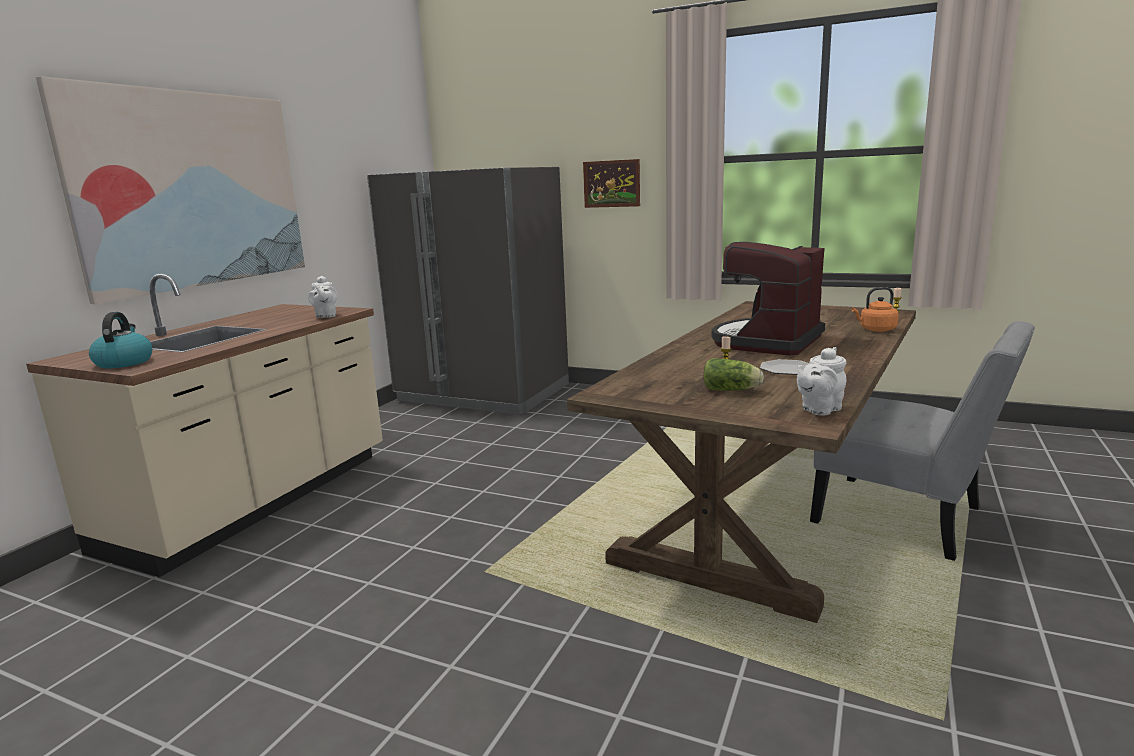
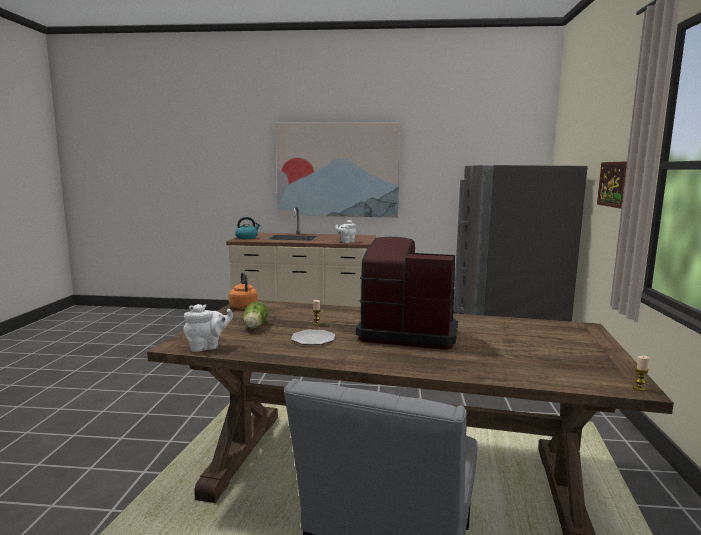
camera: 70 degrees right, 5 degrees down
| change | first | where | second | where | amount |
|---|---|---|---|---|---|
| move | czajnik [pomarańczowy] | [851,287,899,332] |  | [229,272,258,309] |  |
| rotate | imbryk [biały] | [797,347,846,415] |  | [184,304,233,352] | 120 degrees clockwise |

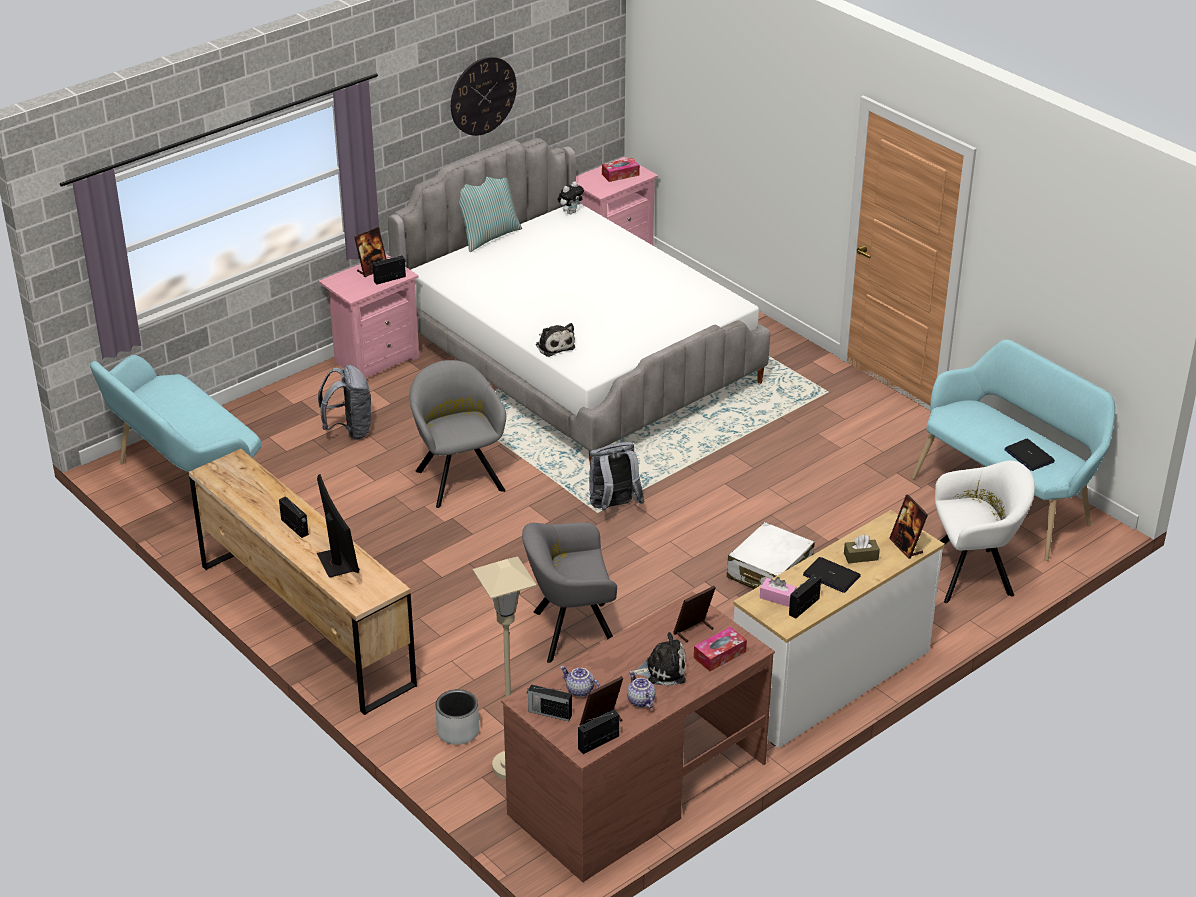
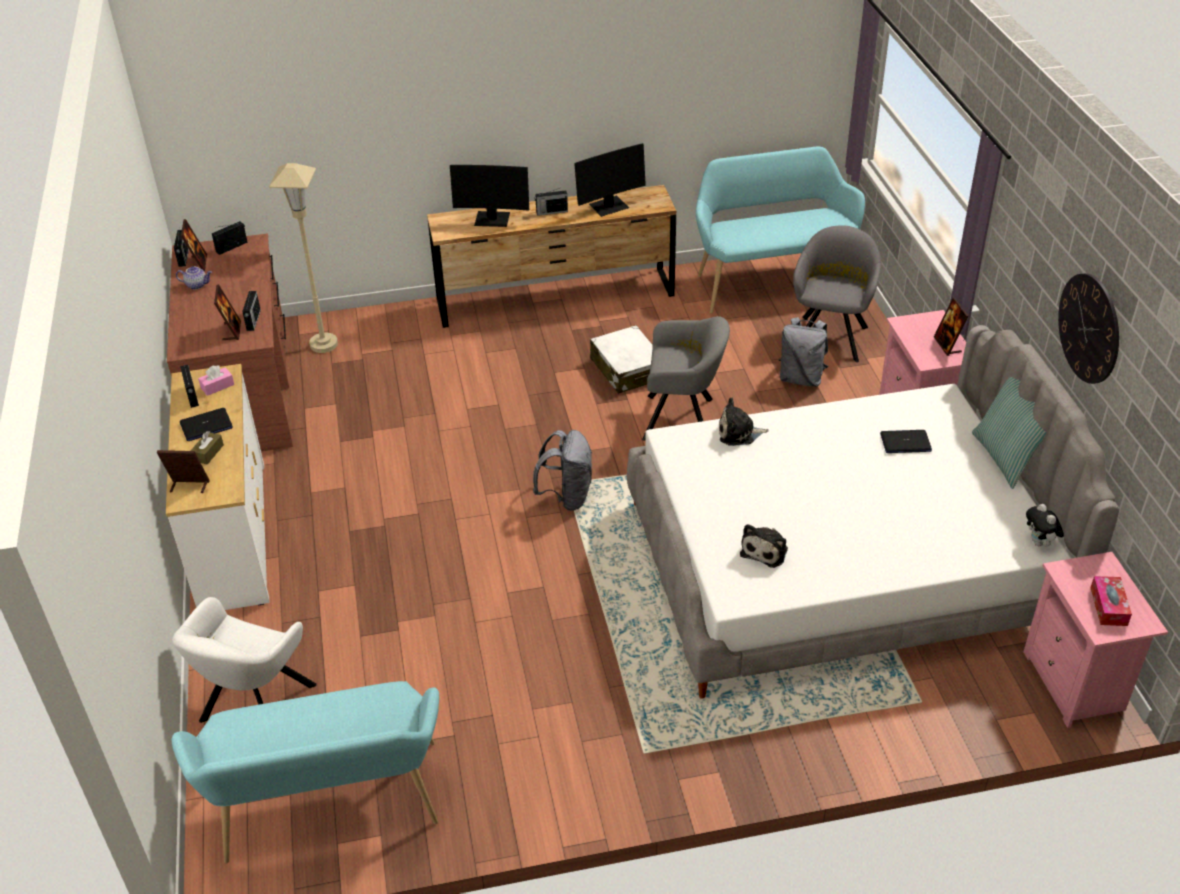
camera: 120 degrees right, 5 degrees up
| change | first | where | second | where | amount |
|---|---|---|---|---|---|
| move | radio | [373,255,406,285] |  | [242,290,261,331] |  |
| move | laptop | [1004,439,1055,471] |  | [880,430,932,453] |  |
| move | walizka [biały] | [727,522,815,589] |  | [590,325,653,394] |  |
| move | fotel [szary] | [522,523,617,663] |  | [793,225,881,362] |  |
| delete | pudełko chusteczek | [694,627,747,671] |  |  |  |
| move | pluszak | [629,632,686,686] |  | [740,524,788,568] |  |
| delete | imbryk | [560,666,600,697] |  |  |  |
| delete | donica [szary] | [435,689,480,745] |  |  |  |
| insert |  |  | monitor | [575,143,646,217] |  |

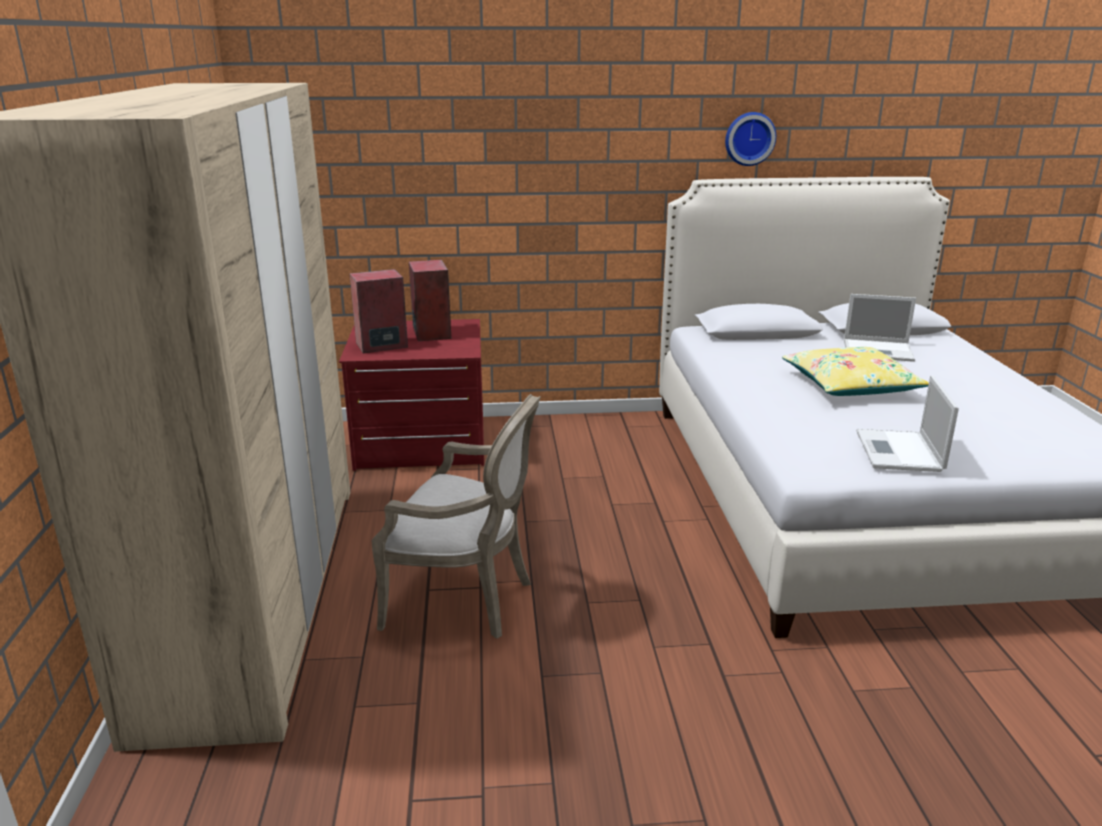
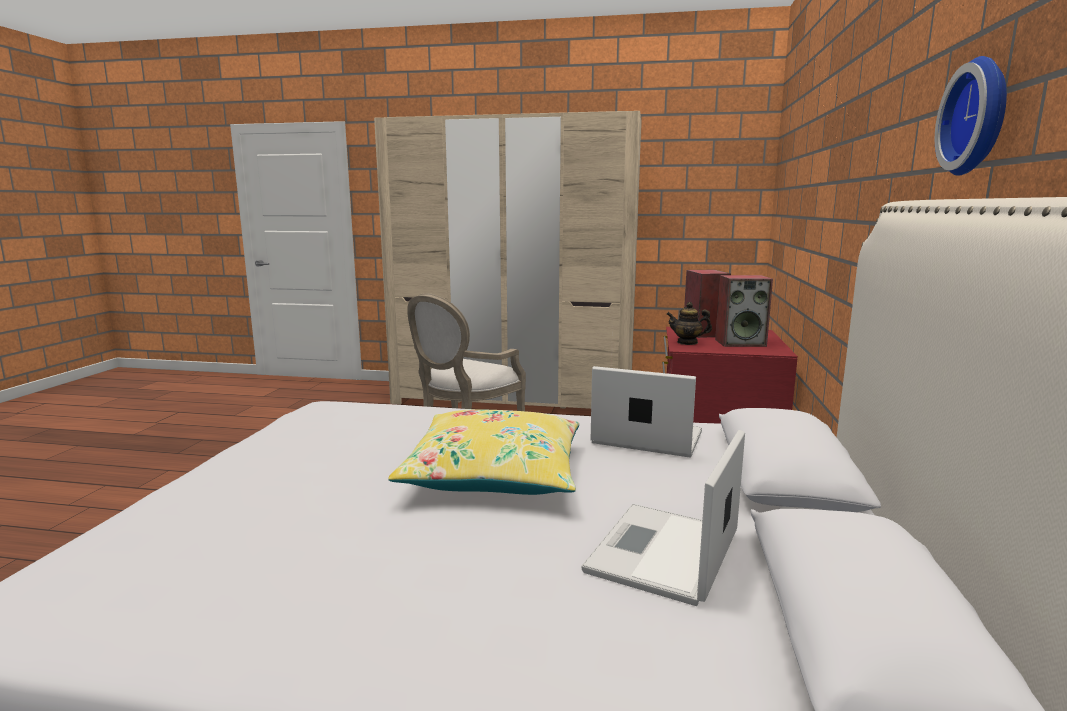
camera: 105 degrees right, 10 degrees down
| change | first | where | second | where | amount |
|---|---|---|---|---|---|
| move | laptop | [856,375,959,472] |  | [591,366,702,458] |  |
| insert |  |  | imbryk | [666,302,712,345] |  |

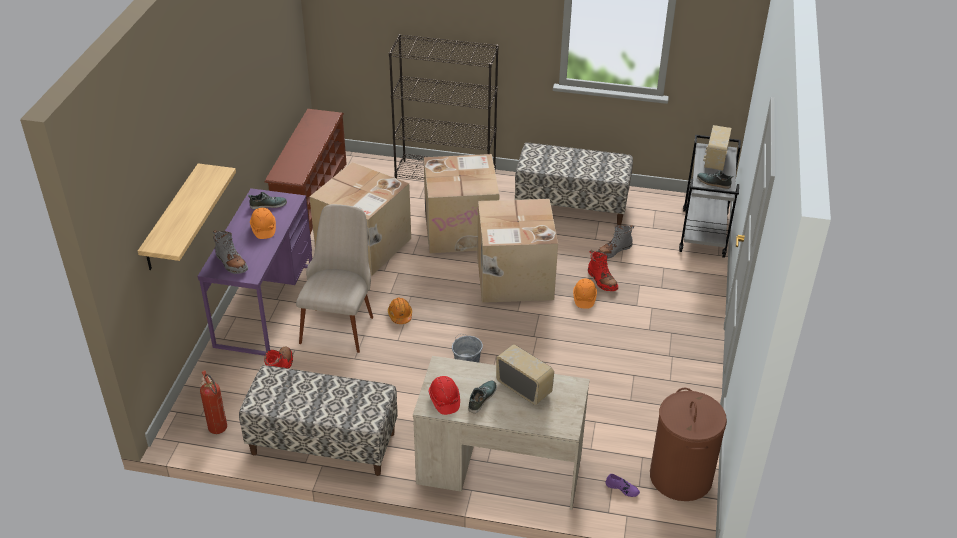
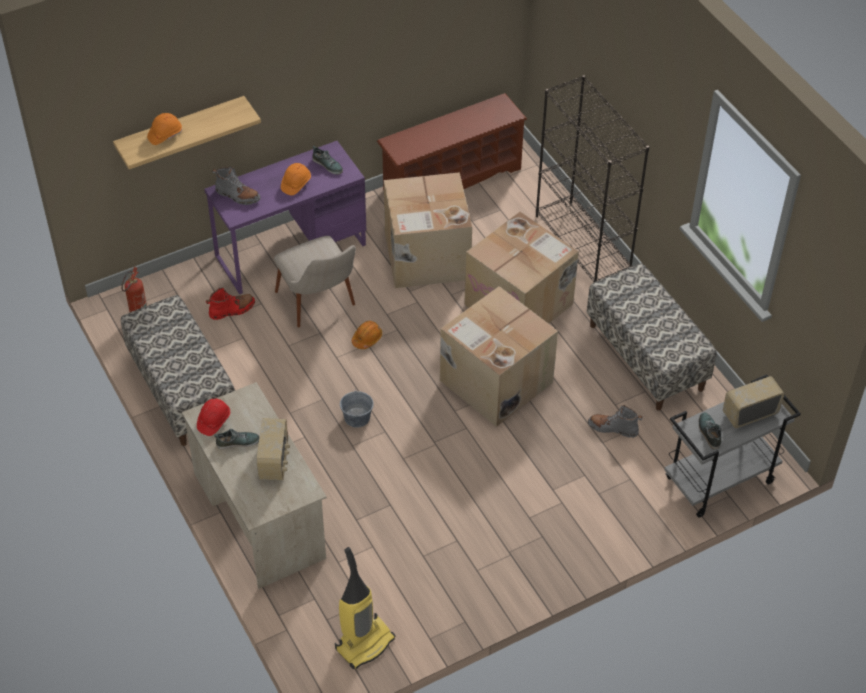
camera: 50 degrees right, 10 degrees up
| change | first | where | second | where | amount |
|---|---|---|---|---|---|
| rotate | krzesło [beżowy] | [296,204,373,353] |  | [274,236,356,327] | 90 degrees clockwise |
| rotate | but z cholewką [szary] | [213,230,248,274] |  | [212,167,261,205] | 75 degrees counterclockwise |
| delete | but z cholewką [czerwony] | [588,250,618,291] |  |  |  |
| move | kask [pomarańczowy] | [573,279,597,309] |  | [147,113,182,145] |  |
| replace | kosz na pranie [brązowy] | [650,387,727,501] | odkurzacz | [335,547,396,669] |  |
| delete | but [fioletowy] | [605,474,640,497] |  |  |  |

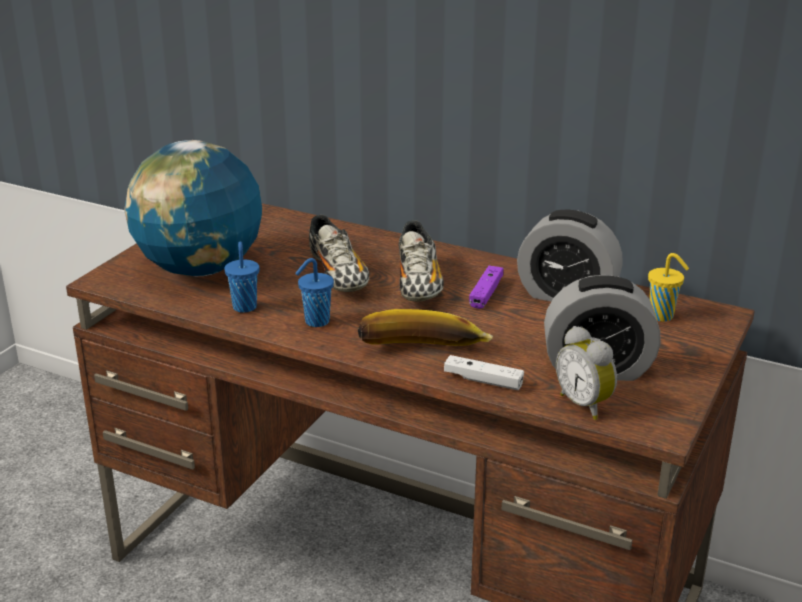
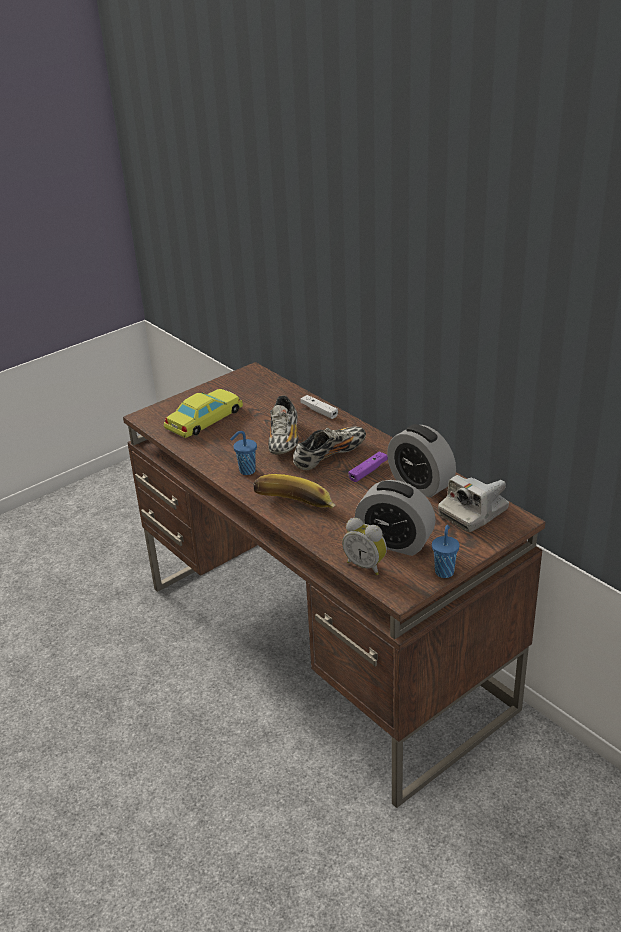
camera: 25 degrees right, 5 degrees up
| change | first | where | second | where | amount |
|---|---|---|---|---|---|
| replace | globus | [124,140,262,276] | samochodzik [żółty] | [164,389,243,438] |  |
| rotate | but | [398,220,444,302] |  | [293,426,366,470] | 150 degrees counterclockwise |
| move | filiżanka [niebieski] | [224,241,259,313] |  | [432,525,459,578] |  |
| replace | filiżanka [żółty] | [648,253,689,322] | aparat fotograficzny | [438,475,509,532] |  |
| rotate | budzik | [556,326,617,420] |  | [342,518,387,575] | 45 degrees counterclockwise |
| move | pad do gier [biały] | [444,355,524,390] |  | [300,395,338,419] |  |

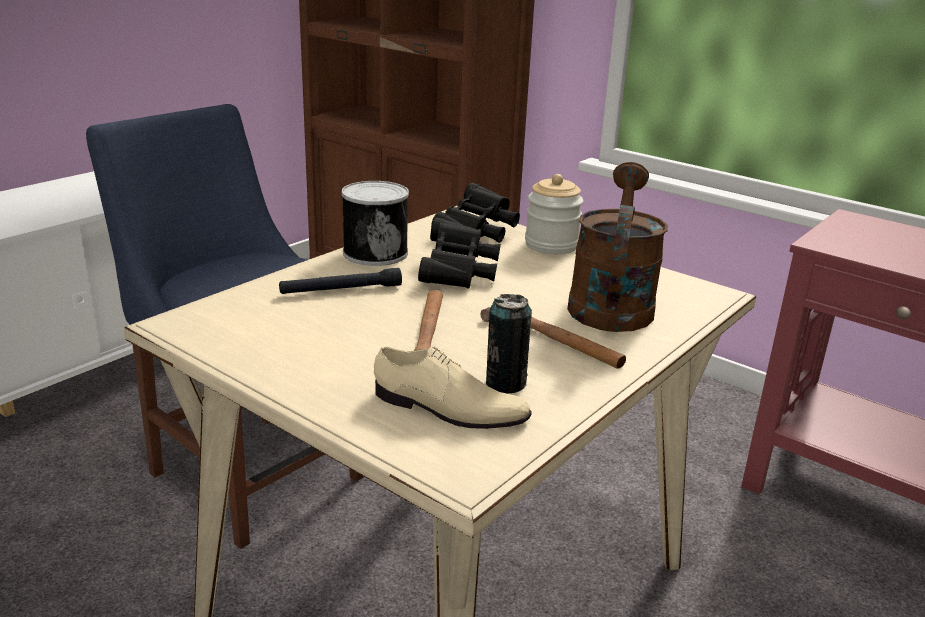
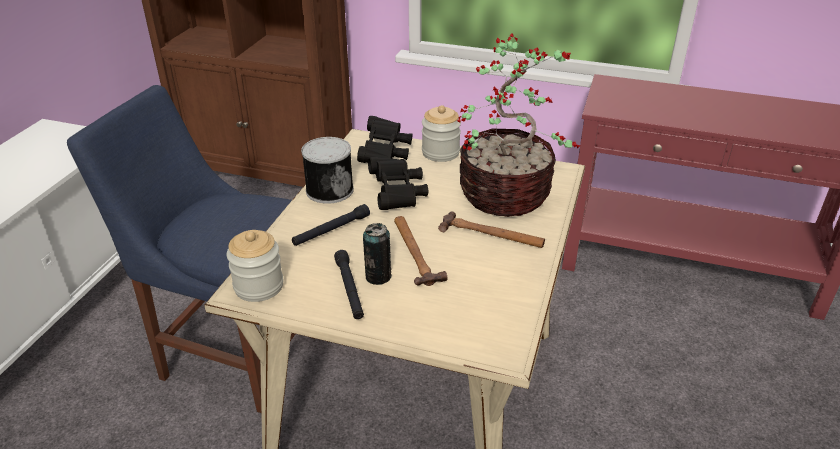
camera: 20 degrees left, 10 degrees up
| change | first | where | second | where | amount |
|---|---|---|---|---|---|
| replace | konewka [brązowy] | [567,162,668,332] | roślina doniczkowa | [457,33,581,217] |  |
| move | puszka | [486,294,532,394] |  | [363,223,392,285] |  |
| delete | but [beżowy] | [374,347,532,429] |  |  |  |
| insert |  |  | słoik | [227,230,283,302] |  |
| insert |  |  | latarka [czarny] | [334,250,364,319] |  |

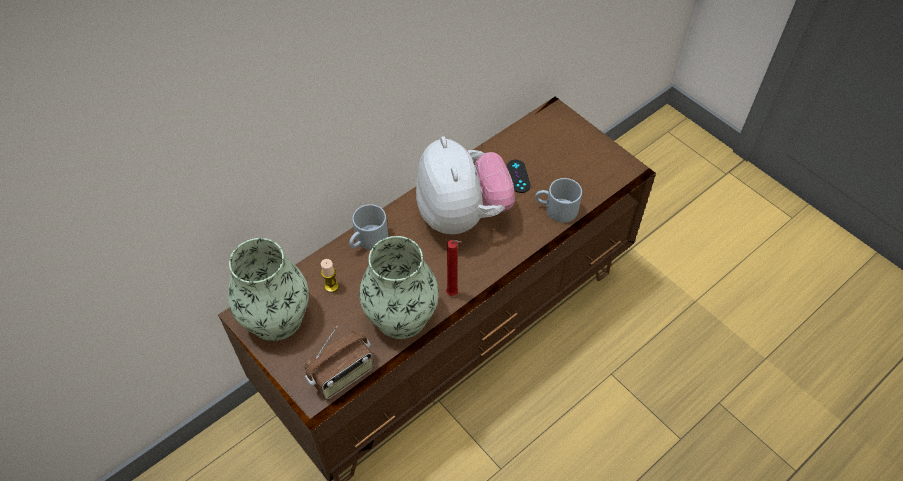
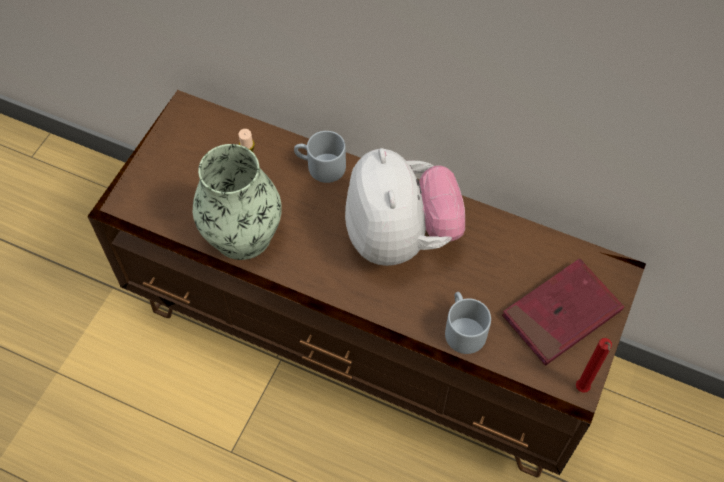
camera: 65 degrees right, 5 degrees up
| change | first | where | second | where | amount |
|---|---|---|---|---|---|
| rotate | pluszak | [416,136,515,234] |  | [345,148,465,266] | 60 degrees counterclockwise |
| delete | pad do gier [czarny] | [507,160,531,193] |  |  |  |
| delete | wazon | [228,238,309,341] |  |  |  |
| move | świeca [czerwony] | [446,240,462,296] |  | [576,338,612,393] |  |
| delete | radio | [304,326,374,400] |  |  |  |
| insert |  |  | książka [czerwony] | [502,258,624,366] |  |

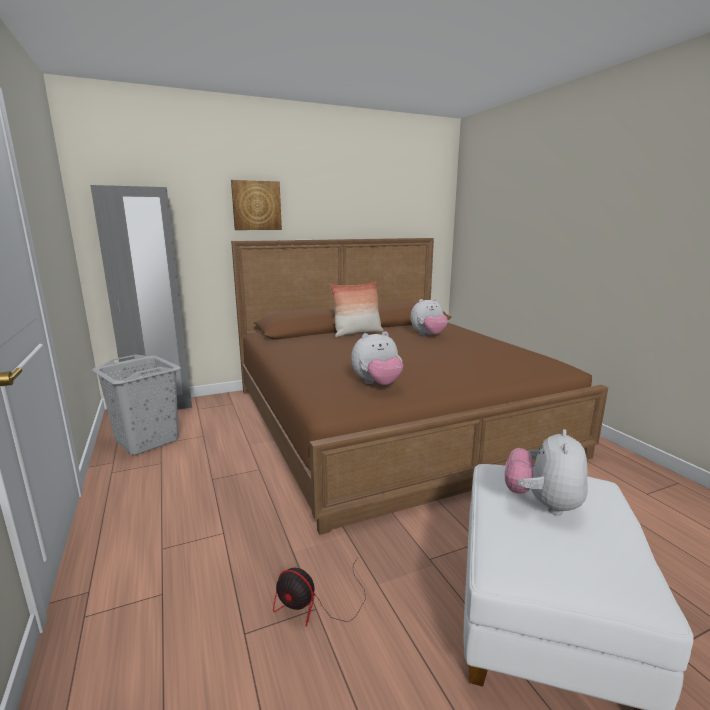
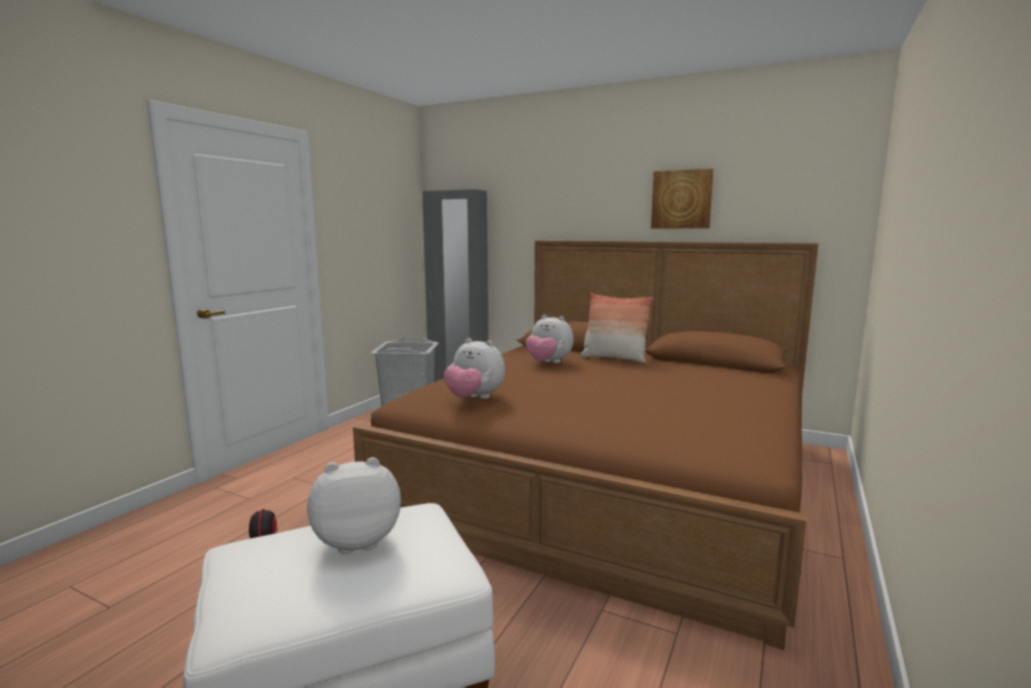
camera: 50 degrees right, 5 degrees down
| change | first | where | second | where | amount |
|---|---|---|---|---|---|
| move | obraz | [231,180,282,230] |  | [651,168,713,228] |  |
| move | pluszak | [410,298,448,335] |  | [526,315,574,363] |  |

